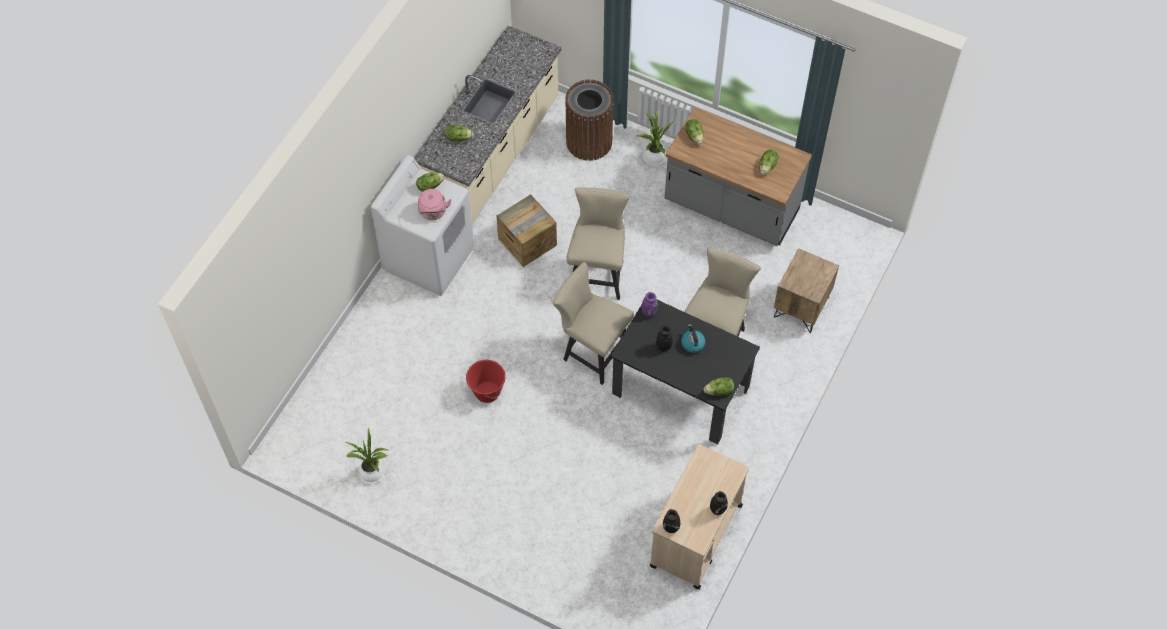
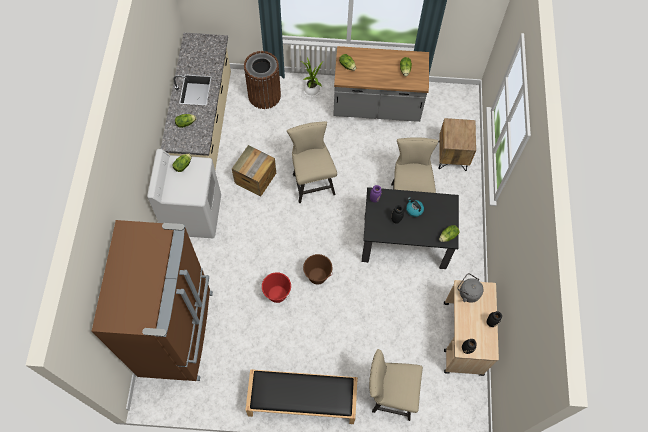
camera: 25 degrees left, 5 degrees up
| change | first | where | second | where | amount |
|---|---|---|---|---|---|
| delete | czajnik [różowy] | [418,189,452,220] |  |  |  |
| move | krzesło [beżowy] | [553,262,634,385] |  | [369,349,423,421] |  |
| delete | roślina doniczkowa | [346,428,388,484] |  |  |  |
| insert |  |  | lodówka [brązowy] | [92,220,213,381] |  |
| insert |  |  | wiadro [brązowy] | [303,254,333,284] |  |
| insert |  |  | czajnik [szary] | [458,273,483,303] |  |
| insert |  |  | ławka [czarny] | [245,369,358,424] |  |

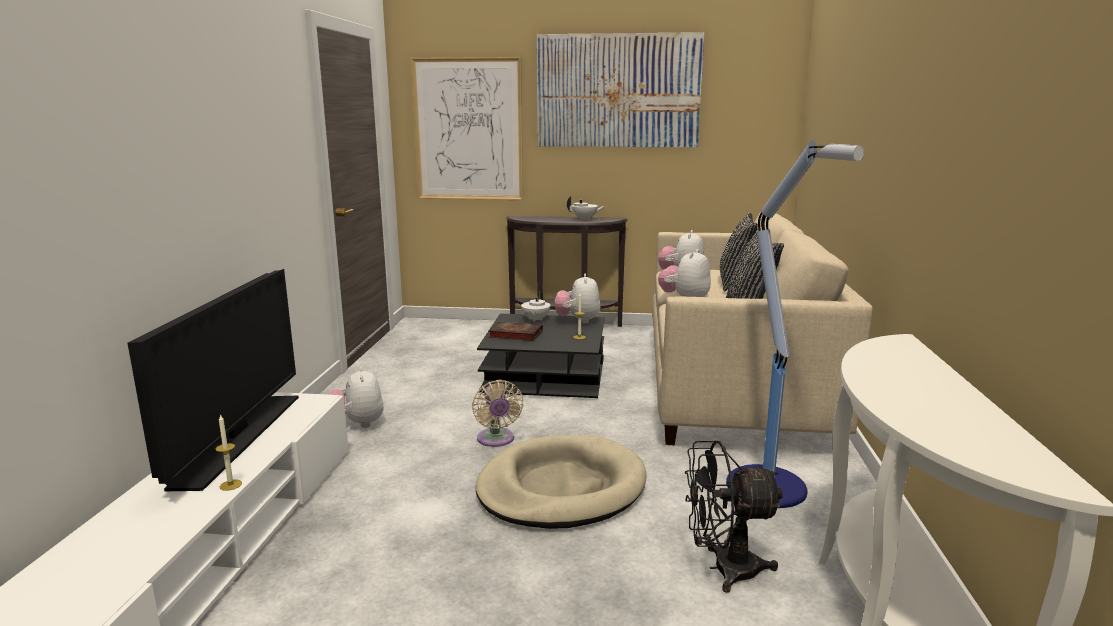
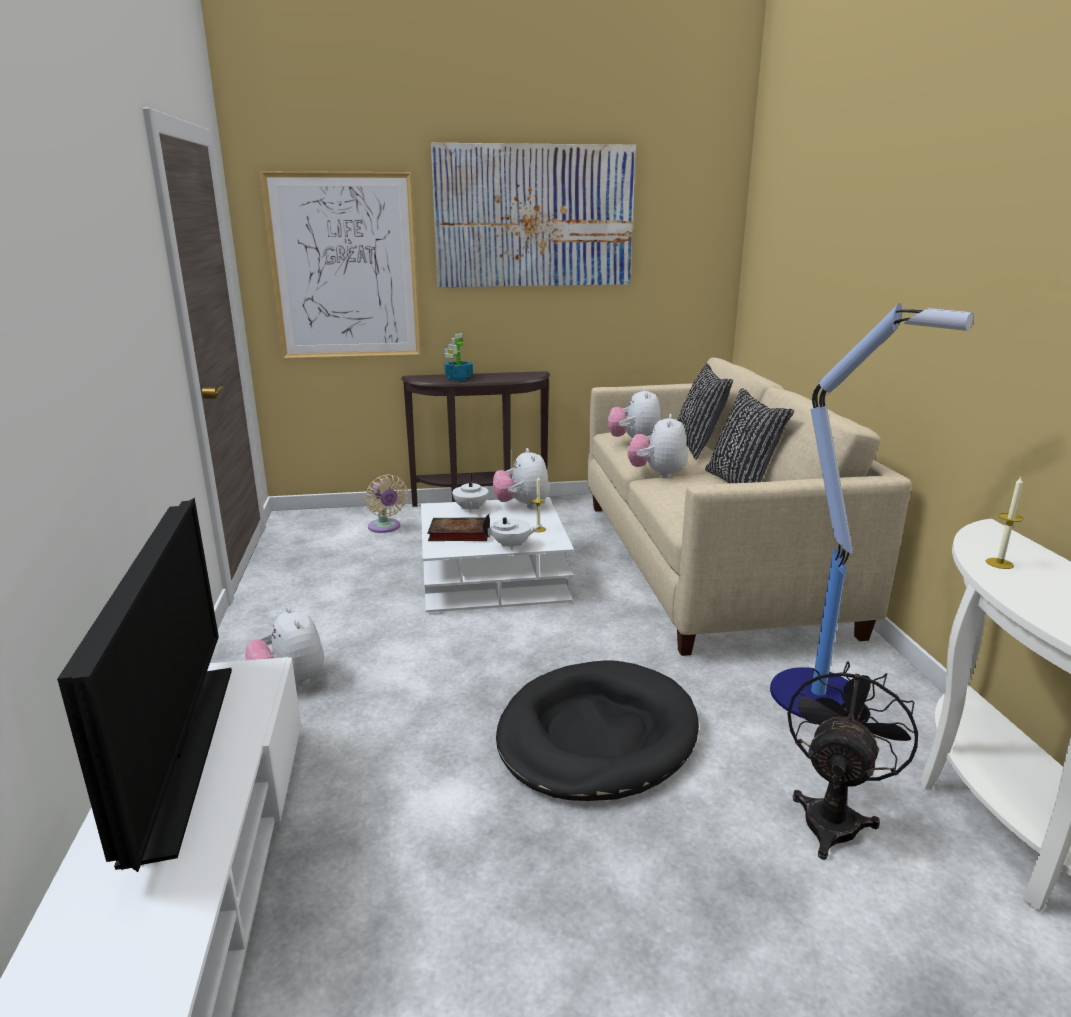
camera: 15 degrees left, 5 degrees up
| change | first | where | second | where | amount |
|---|---|---|---|---|---|
| move | imbryk [biały] | [567,197,605,220] |  | [483,514,542,550] |  |
| recolor | ława [czarny] | [477,314,605,398] | ława [biały] | [421,497,574,613] |  |
| move | wentylator [beżowy] | [472,380,524,447] |  | [365,474,408,533] |  |
| move | świeca | [215,414,242,491] |  | [986,477,1023,569] |  |
| recolor | legowisko [beżowy] | [476,435,646,529] | legowisko [czarny] | [496,660,699,801] |  |
| rotate | wentylator [czarny] | [685,441,784,593] |  | [787,661,918,860] | 135 degrees clockwise |
| insert |  |  | roślina doniczkowa | [444,334,473,381] |  |

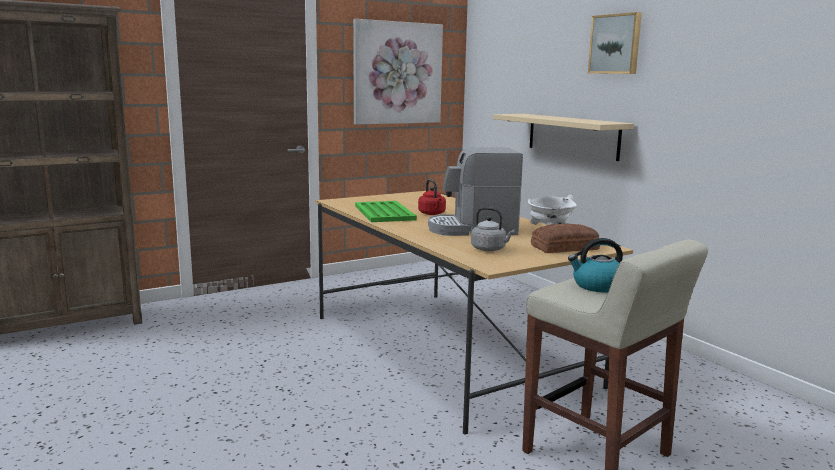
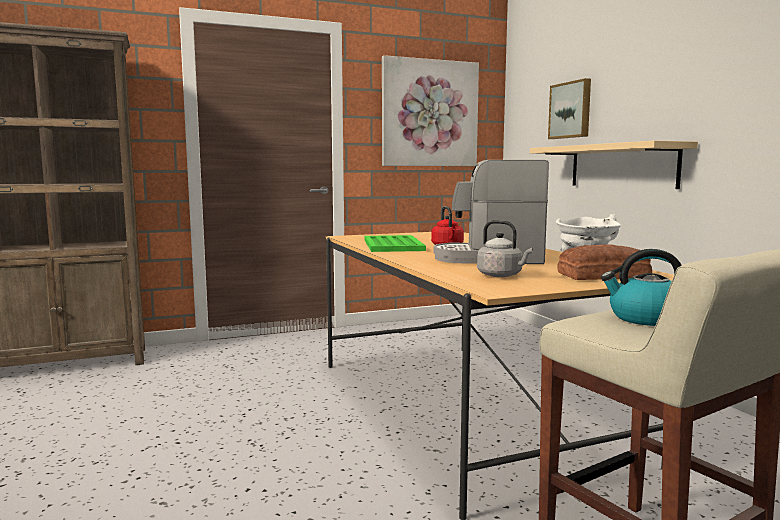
camera: 10 degrees right, 5 degrees down
| change | first | where | second | where | amount |
|---|---|---|---|---|---|
| move | obraz | [588,12,642,74] |  | [548,78,591,139] |  |

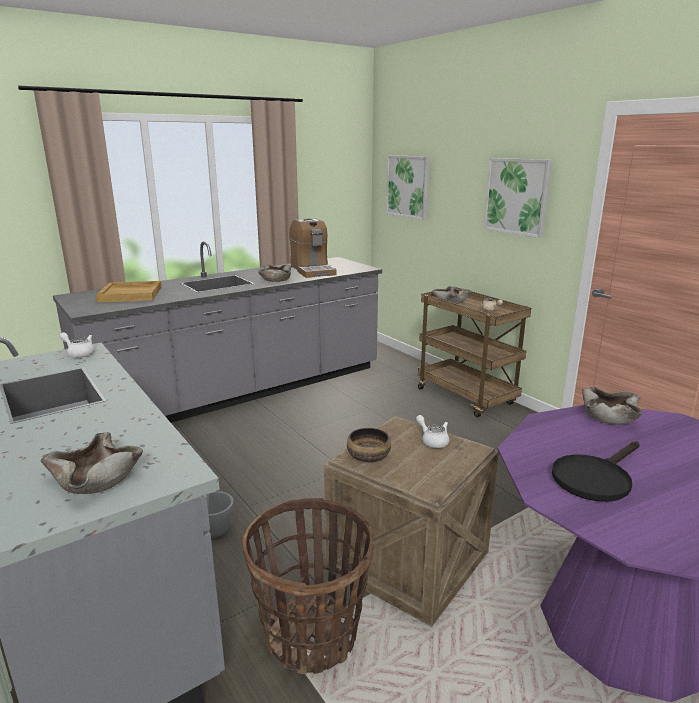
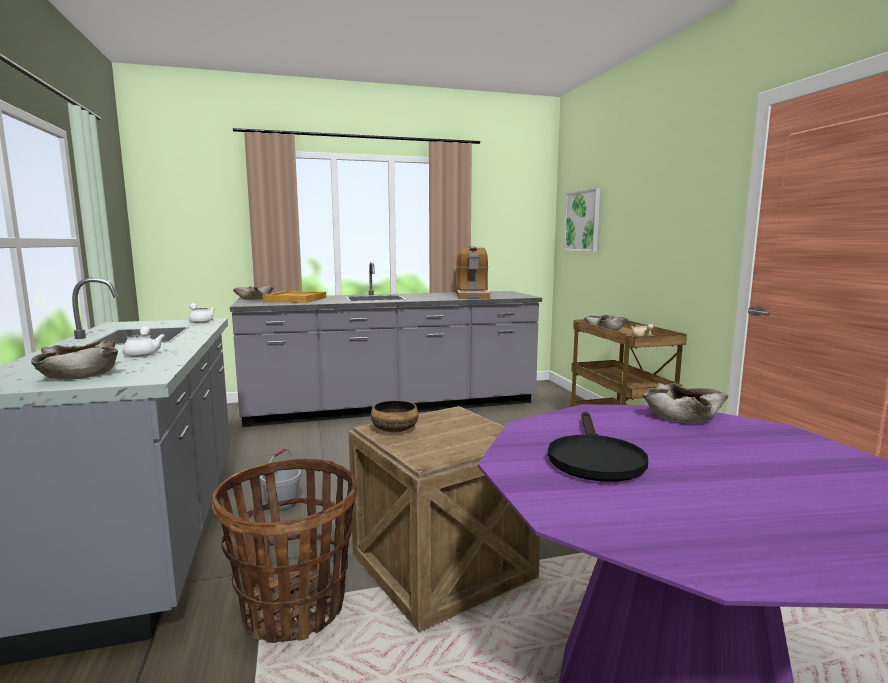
camera: 20 degrees right, 10 degrees down
| change | first | where | second | where | amount |
|---|---|---|---|---|---|
| delete | obraz | [483,158,552,238] |  |  |  |
| move | miska [beżowy] | [258,264,292,282] |  | [233,286,274,300] |  |
| move | imbryk [biały] | [416,415,449,448] |  | [122,326,165,357] |  |
| rotate | patelnia [czarny] | [552,441,640,502] |  | [548,412,648,482] | 60 degrees counterclockwise |

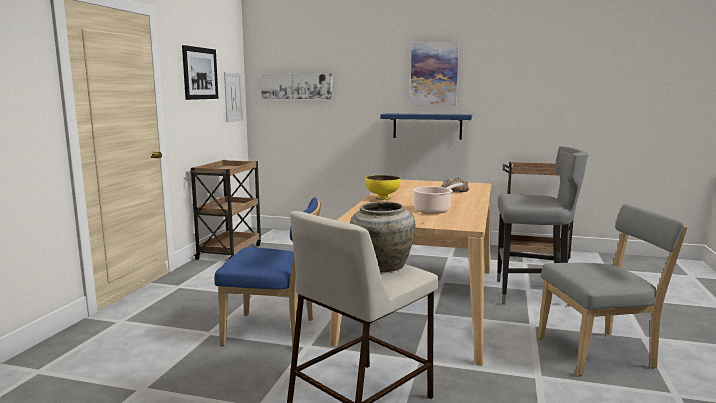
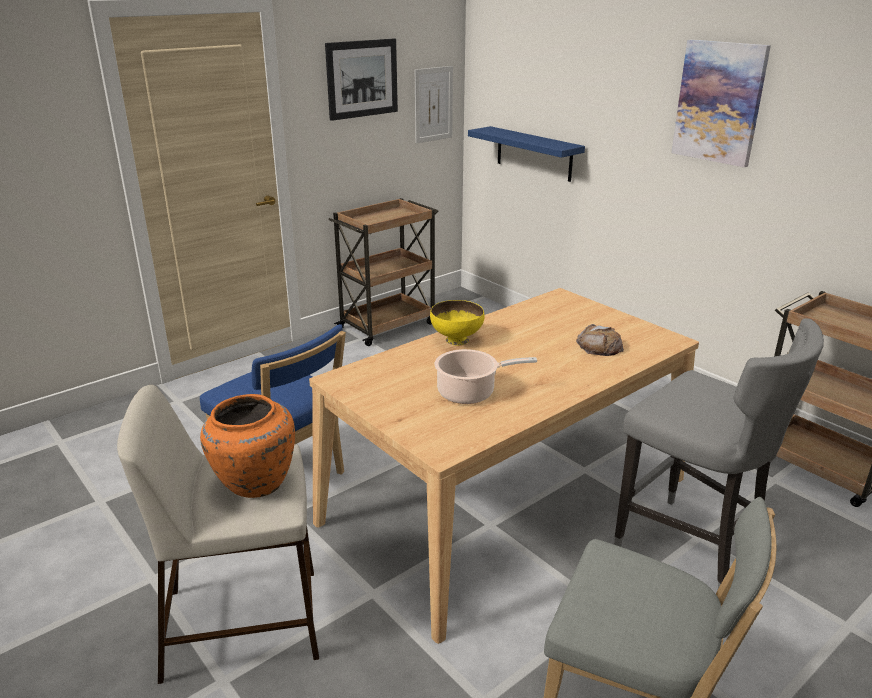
camera: 35 degrees right, 15 degrees up
| change | first | where | second | where | amount |
|---|---|---|---|---|---|
| delete | obraz | [261,73,333,99] |  |  |  |
| move | półka [niebieski] | [380,113,472,140] |  | [468,126,585,182] |  |
| recolor | wazon [beżowy] | [350,202,415,272] | wazon [pomarańczowy] | [200,394,295,498] |  |

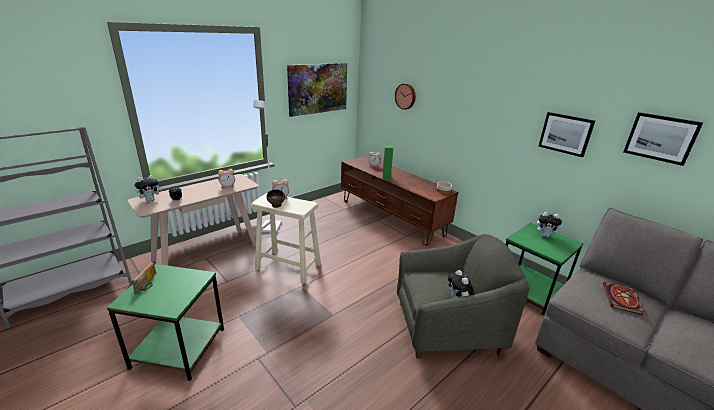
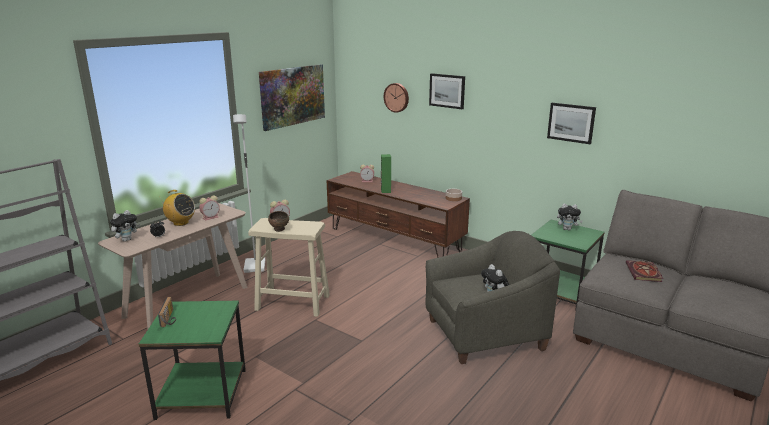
camera: 10 degrees left, 5 degrees down
| change | first | where | second | where | amount |
|---|---|---|---|---|---|
| move | obraz | [623,112,703,166] |  | [429,73,465,109] |  |
| insert |  |  | radio | [162,190,195,226] |  |

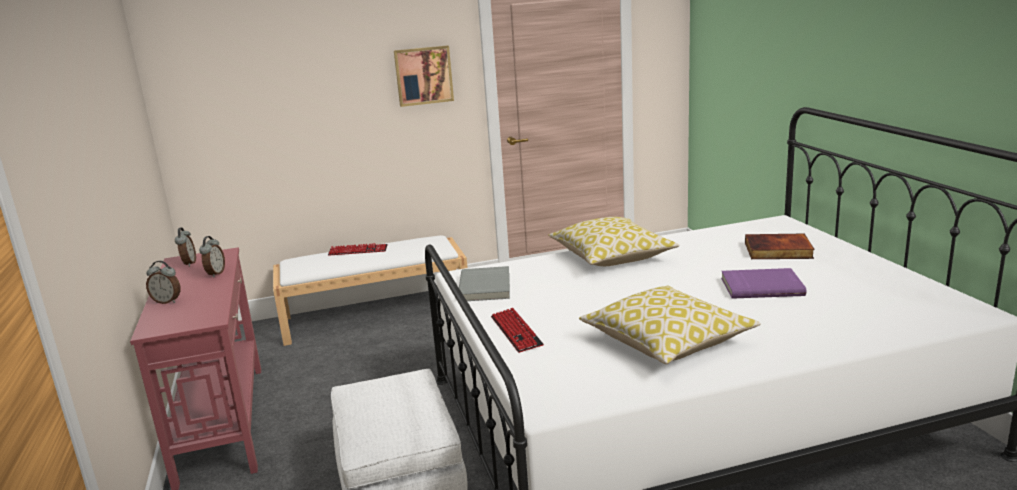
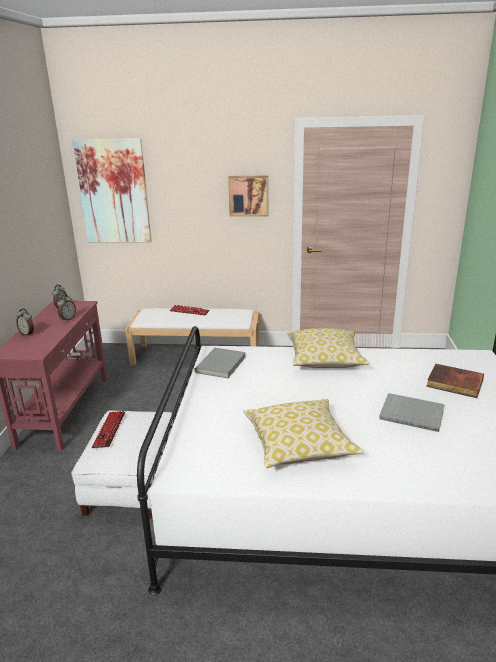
camera: 20 degrees right, 5 degrees up
| change | first | where | second | where | amount |
|---|---|---|---|---|---|
| recolor | książka [fioletowy] | [721,268,806,299] | książka [szary] | [379,393,445,432] |  |
| move | klawiatura | [491,308,544,353] |  | [92,411,125,448] |  |
| insert |  |  | obraz | [73,138,152,242] |  |

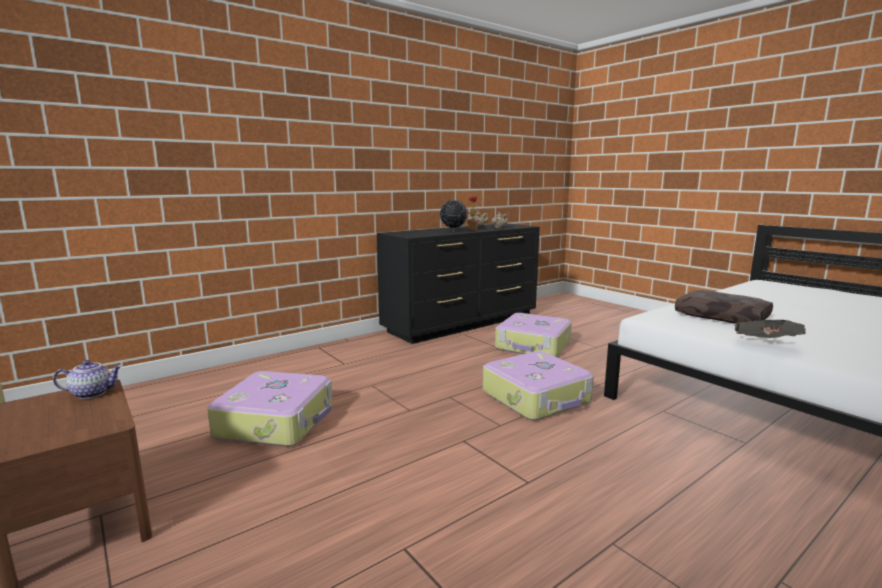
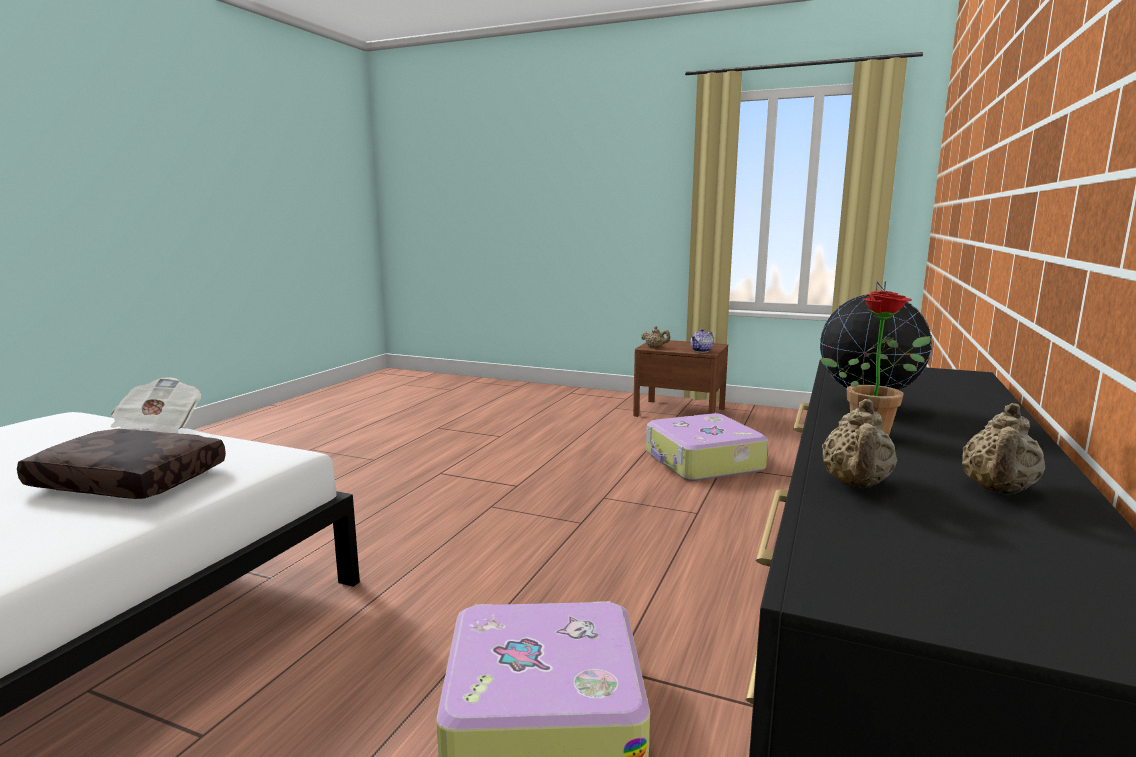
camera: 150 degrees right, 0 degrees up
| change | first | where | second | where | amount |
|---|---|---|---|---|---|
| delete | walizka | [483,351,594,420] |  |  |  |
| insert |  |  | imbryk [beżowy] | [641,326,670,348] |  |

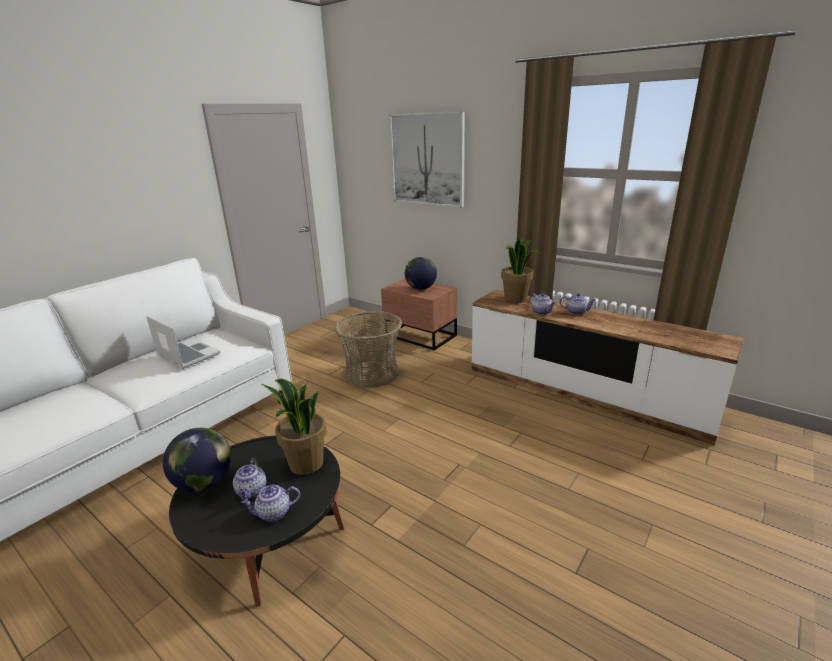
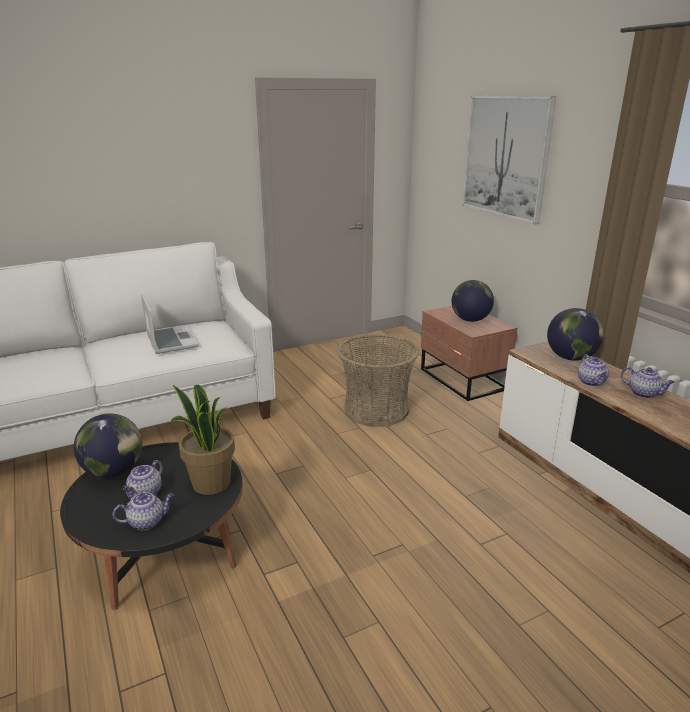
camera: 25 degrees right, 0 degrees up
| change | first | where | second | where | amount |
|---|---|---|---|---|---|
| replace | roślina doniczkowa | [501,239,539,303] | globus | [547,308,603,361] |  |
| rotate | imbryk | [241,485,300,522] |  | [112,492,174,530] | 150 degrees clockwise |

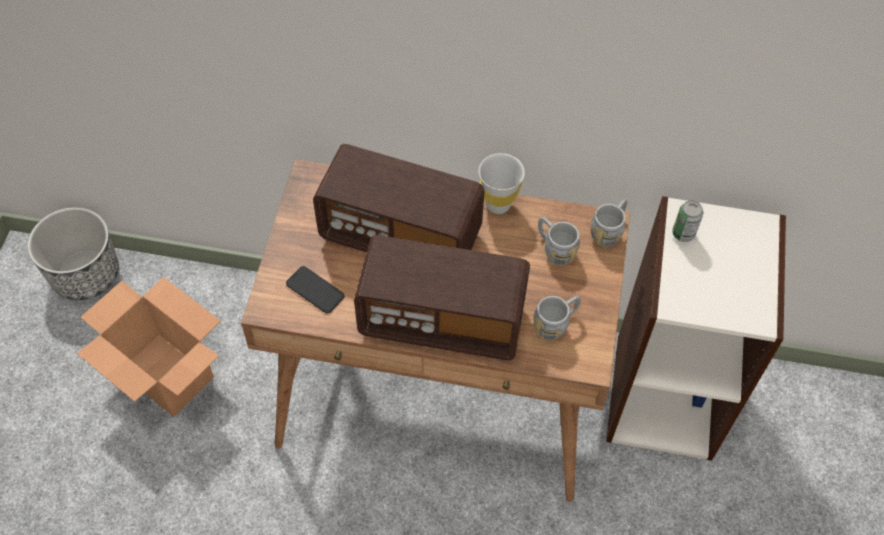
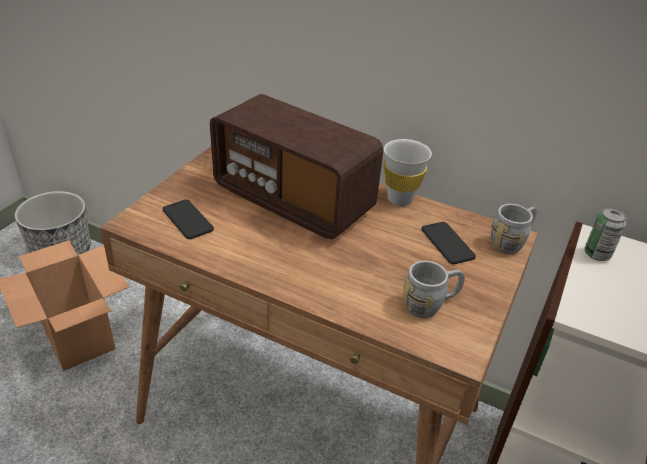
camera: 15 degrees right, 20 degrees down
| change | first | where | second | where | amount |
|---|---|---|---|---|---|
| replace | kubek [szary] | [538,217,580,265] | telefon | [421,222,476,264] |  |
| delete | radio | [354,235,530,360] |  |  |  |

